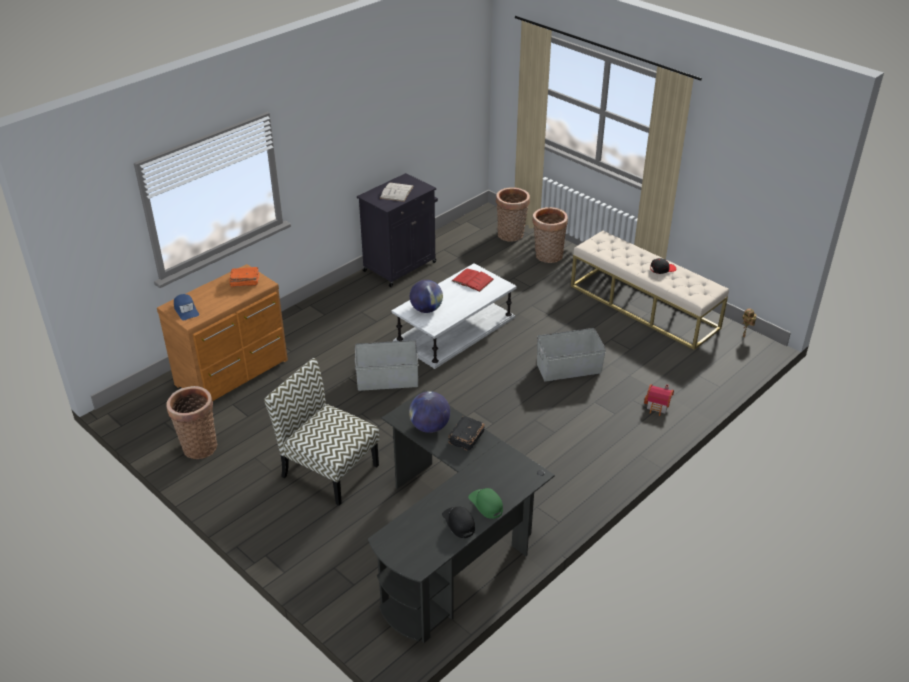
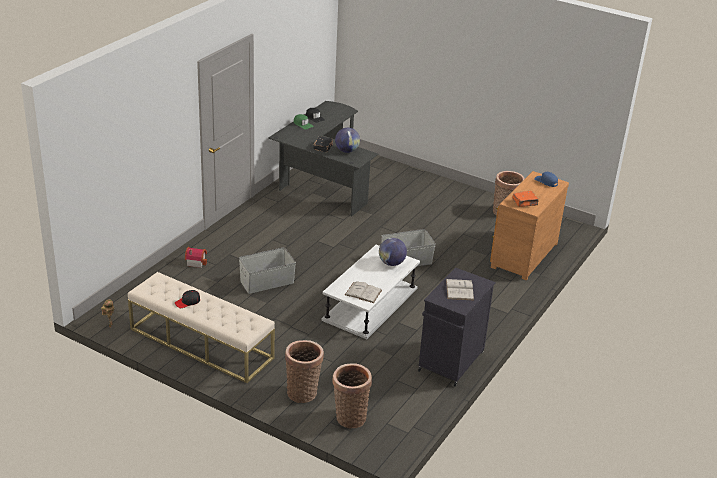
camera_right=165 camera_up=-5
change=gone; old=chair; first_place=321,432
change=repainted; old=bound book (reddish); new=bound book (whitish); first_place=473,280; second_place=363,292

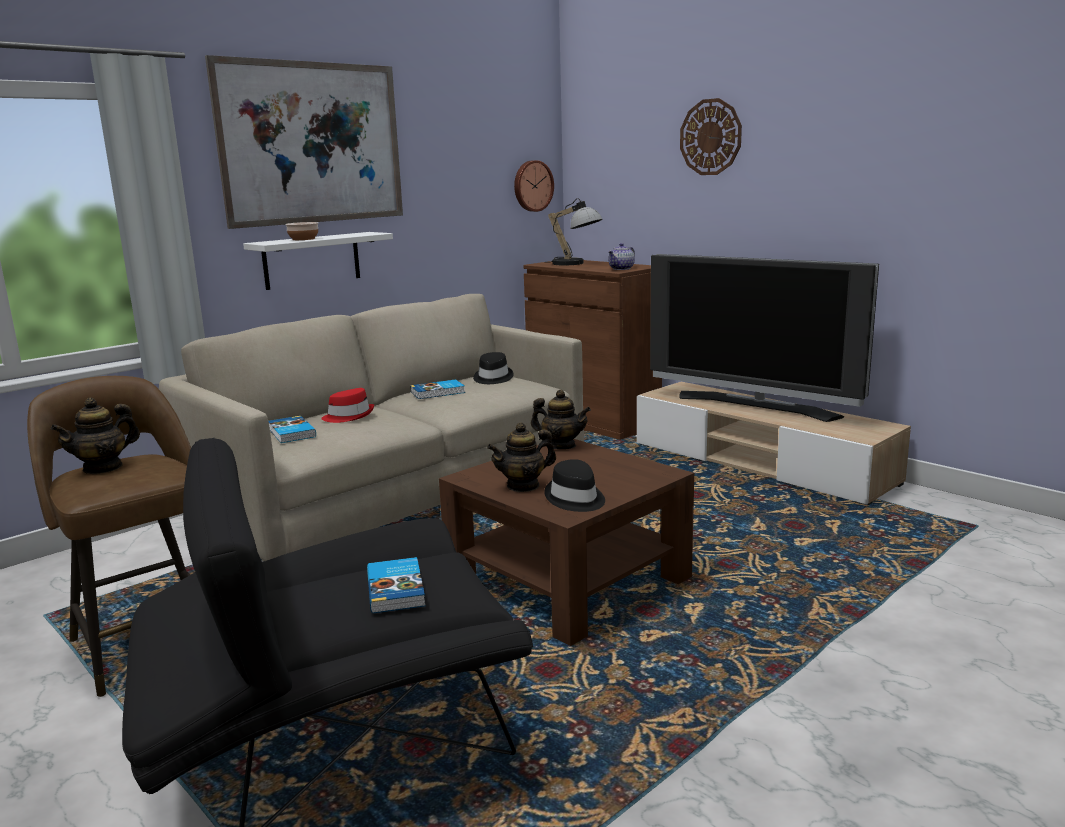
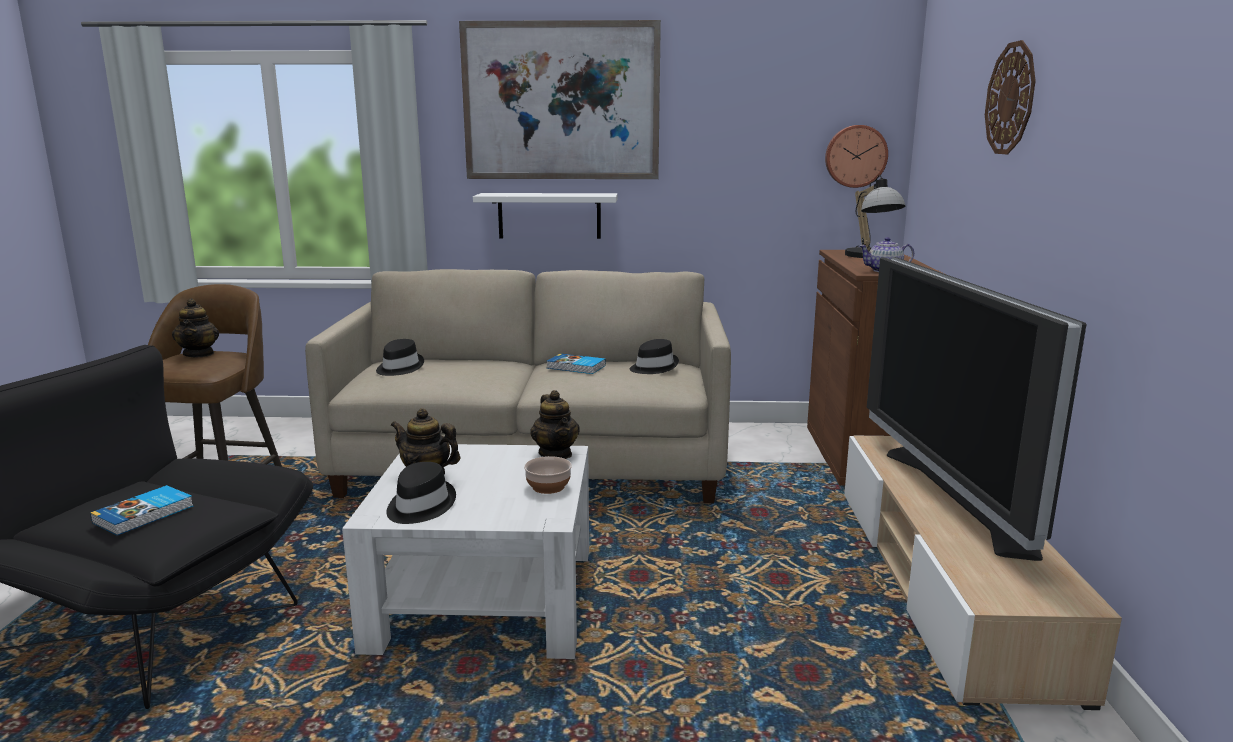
camera_right=45 camera_up=0
change=gone; old=hat (reddish); first_place=347,405
change=shifted; old=deep dish; first_place=301,231; second_place=548,475
change=swapped; old=bound book; new=hat (blackish); first_place=292,429; second_place=400,357
change=repainted; old=coffee table (brown-coloured); new=coffee table (whitish); first_place=566,542; second_place=465,551
change=rotated; old=teapot; first_place=95,435; second_place=195,328; degrees=-105

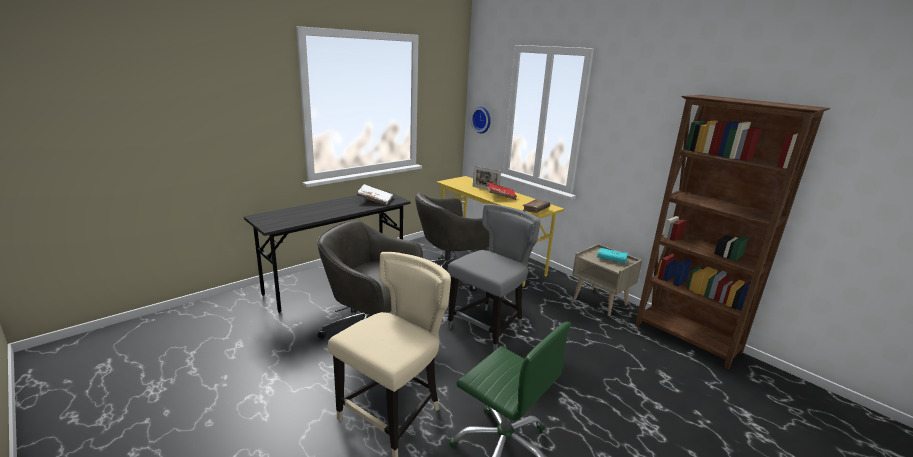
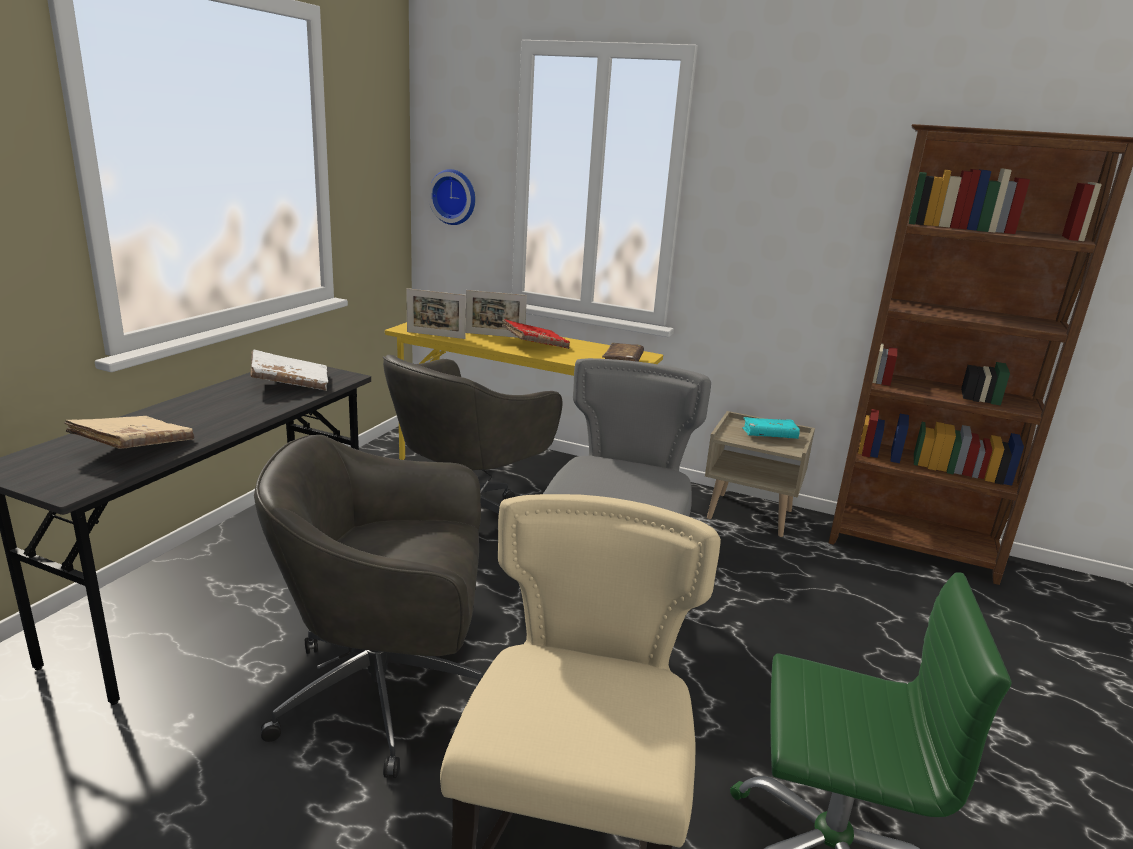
camera_right=-25 camera_up=0
change=new; new=bound book (sand-coloured); second_place=129,432
change=new; new=standing frame; second_place=436,313

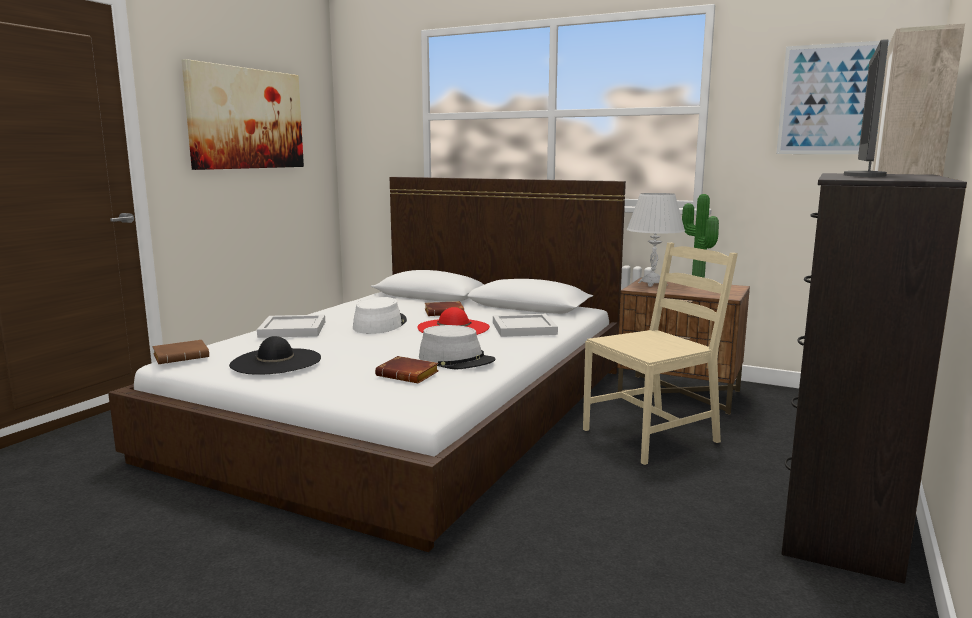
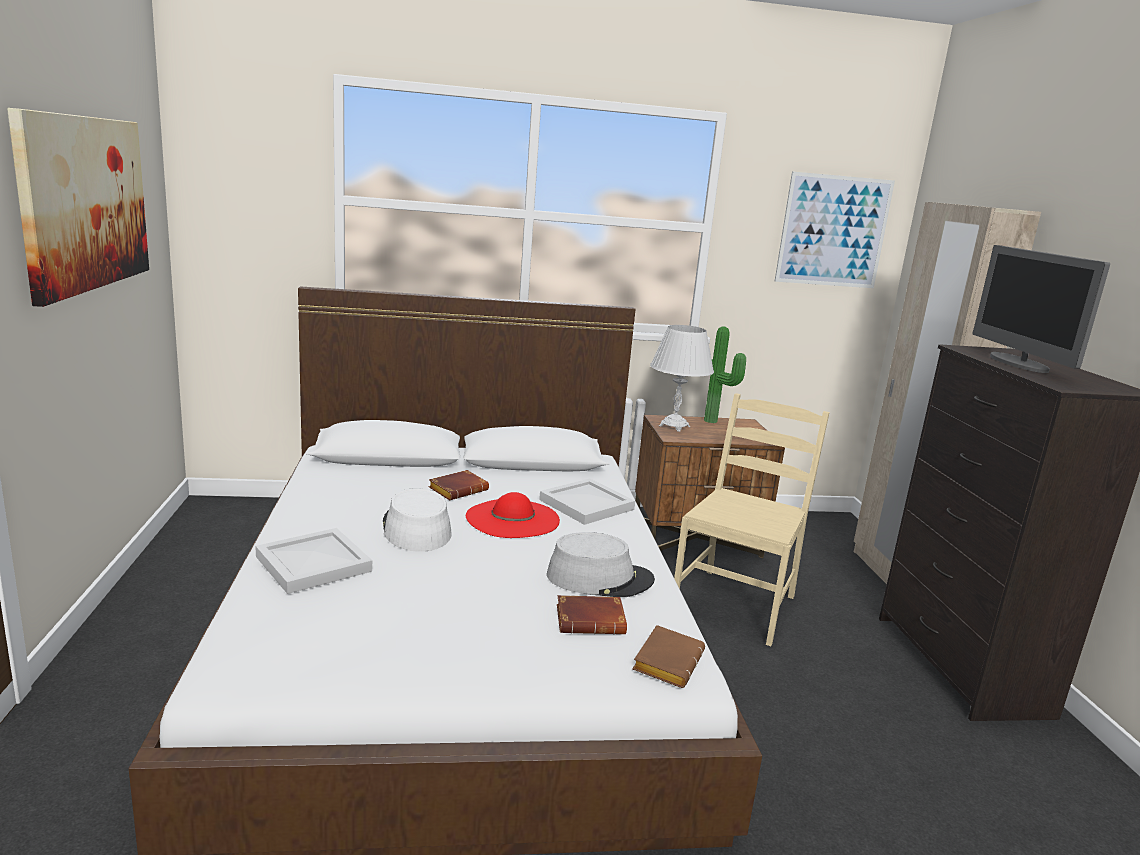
camera_right=-35 camera_up=5
change=gone; old=hat (blackish); first_place=275,355
change=shifted; old=bound book (brown-coloured); first_place=180,352; second_place=668,656

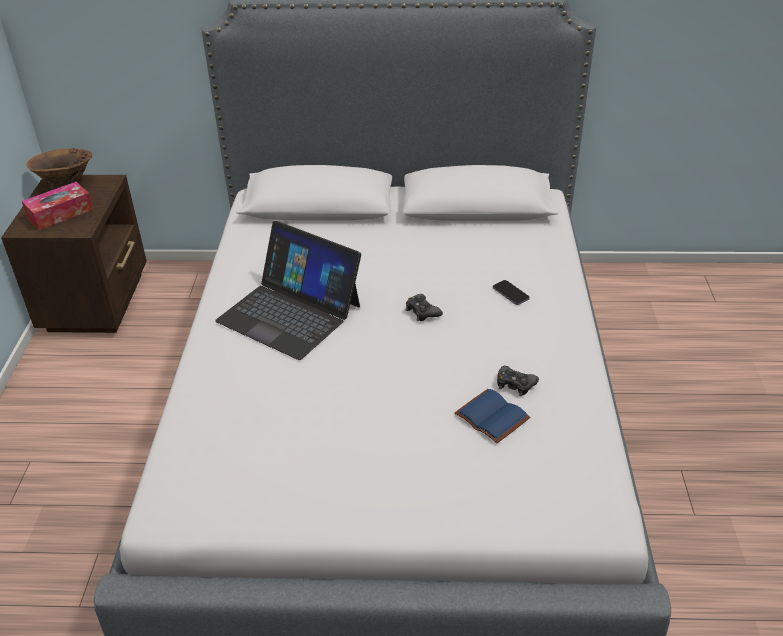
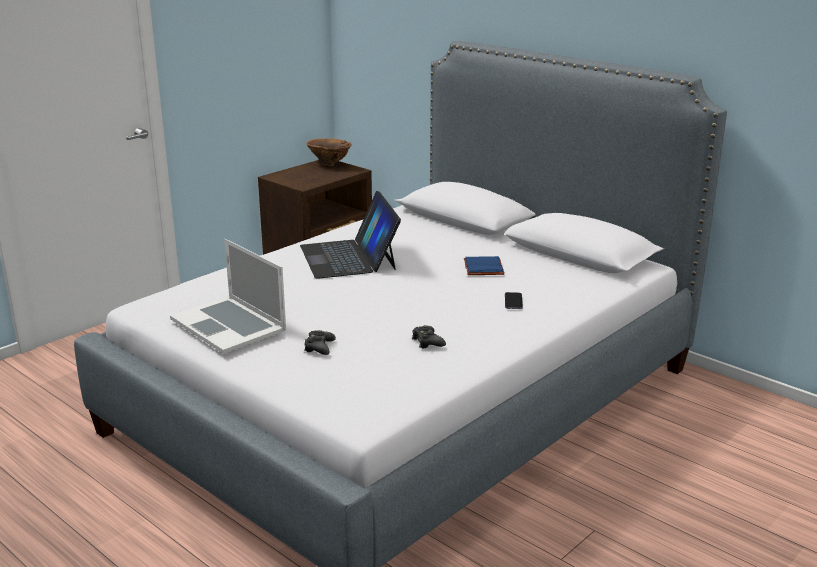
camera_right=40 camera_up=-15
change=gone; old=tissue box; first_place=57,206
change=new; new=portable computer; second_place=228,296
change=shifted; old=joypad (blackish); first_place=424,307; second_place=320,342
change=shifted; old=bound book (blue); first_place=492,416; second_place=484,265

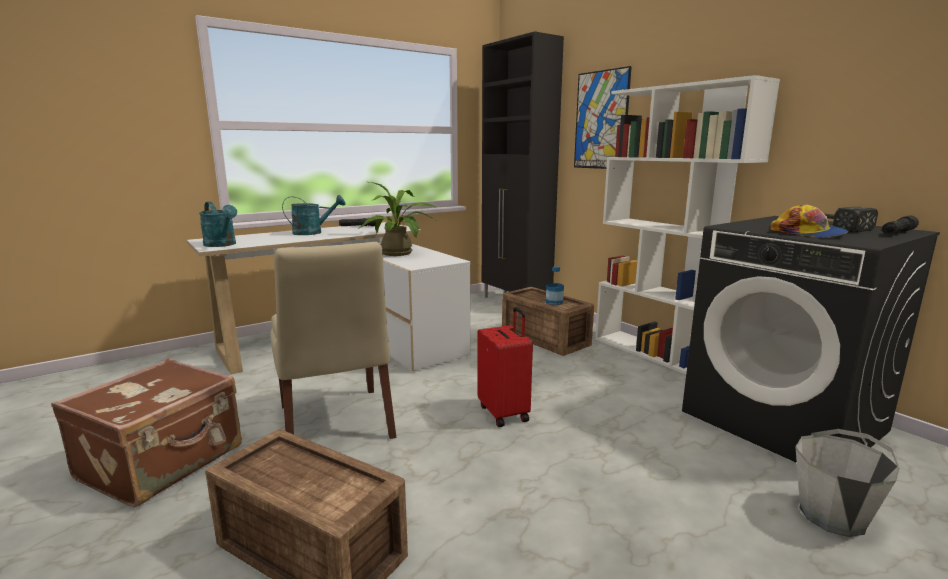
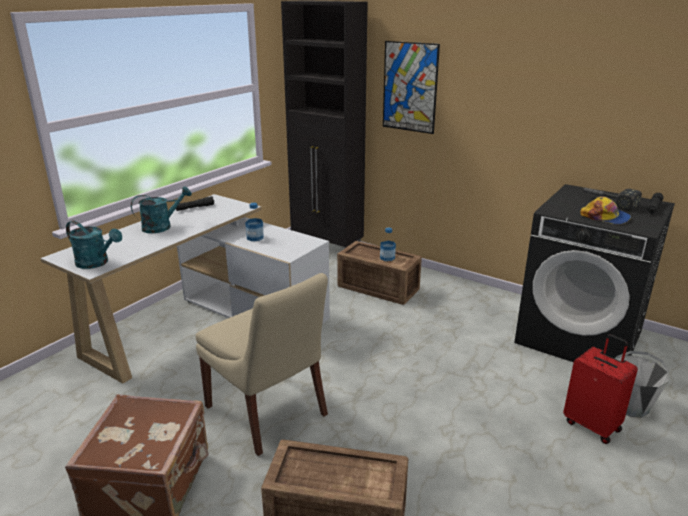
camera_right=-20 camera_up=10
change=gone; old=shelving unit (whitish); first_place=687,224
change=shifted; old=travel case (reddish); first_place=505,367; second_place=600,389
change=swapped; old=plant in a pot; new=bottle; first_place=396,219; second_place=254,222

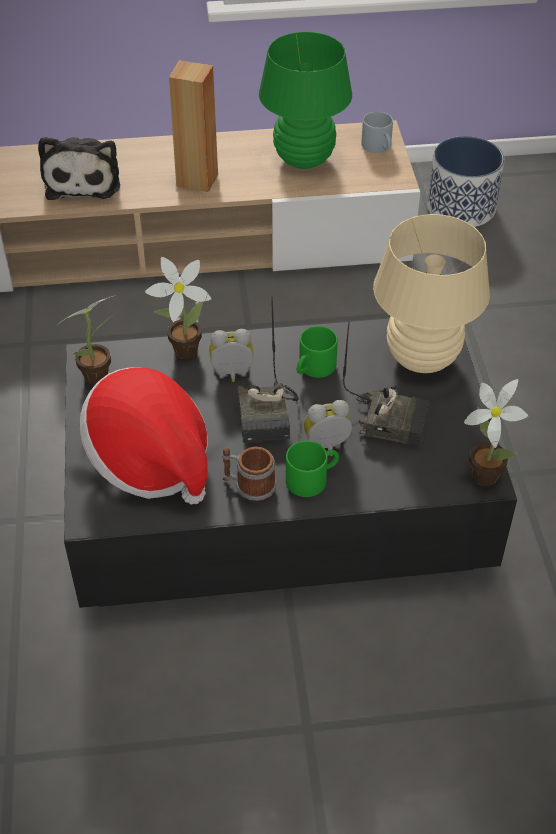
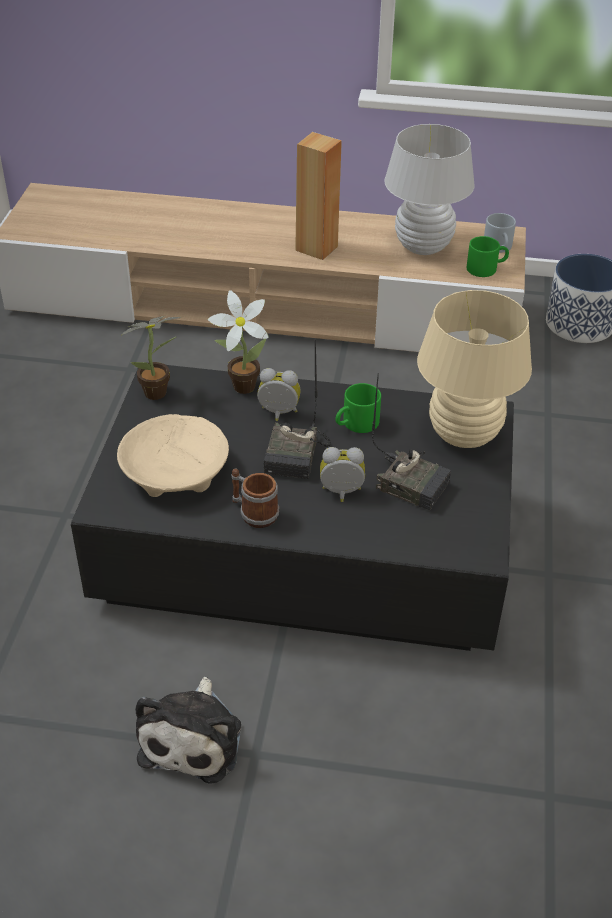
camera_right=15 camera_up=-5
change=gone; old=plant in a pot; first_place=496,432
change=shifted; old=plush toy; first_place=79,168; second_place=188,730
change=shifted; old=tea mug (greenish); first_place=312,469; second_place=488,256
change=swapped; old=hat; new=deep dish (sand-coloured); first_place=144,436; second_place=173,455
change=repainted; old=tabletop lamp (greenish); new=tabletop lamp (whitish); first_place=305,100; second_place=429,189

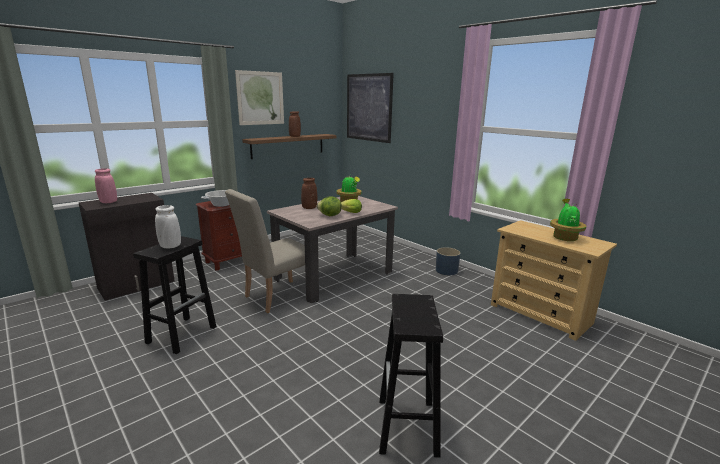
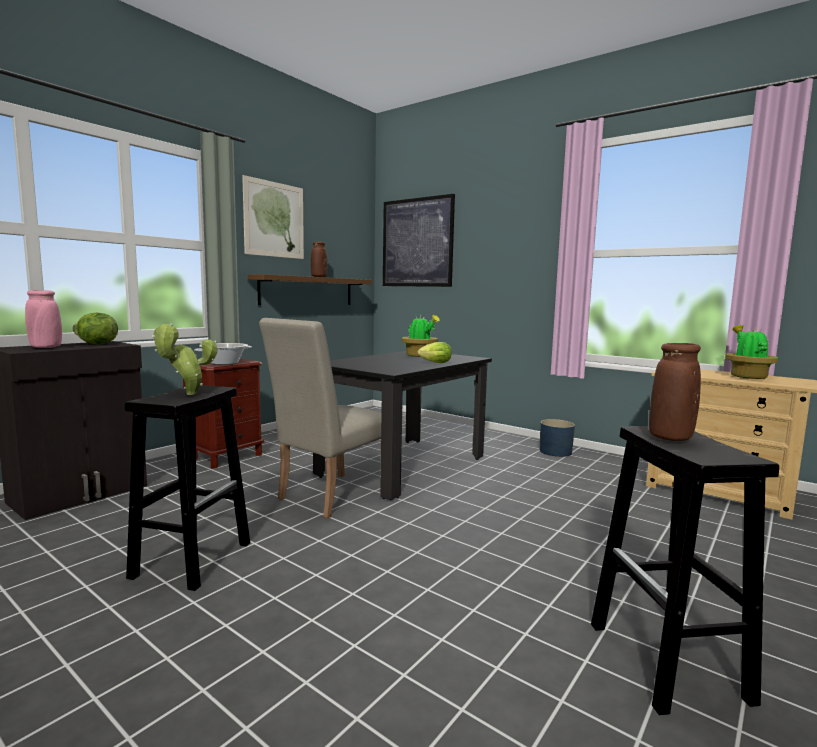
camera_right=-10 camera_up=-10
change=shifted; old=vase (brown-coloured); first_place=309,193; second_place=675,392
change=shifted; old=lettuce; first_place=329,206; second_place=95,328
change=swapped; old=vase (whitish); new=plant in a pot; first_place=168,226; second_place=184,359
change=repainted; old=kitchen table (sand-coloured); new=kitchen table (blackish); first_place=332,249; second_place=402,425

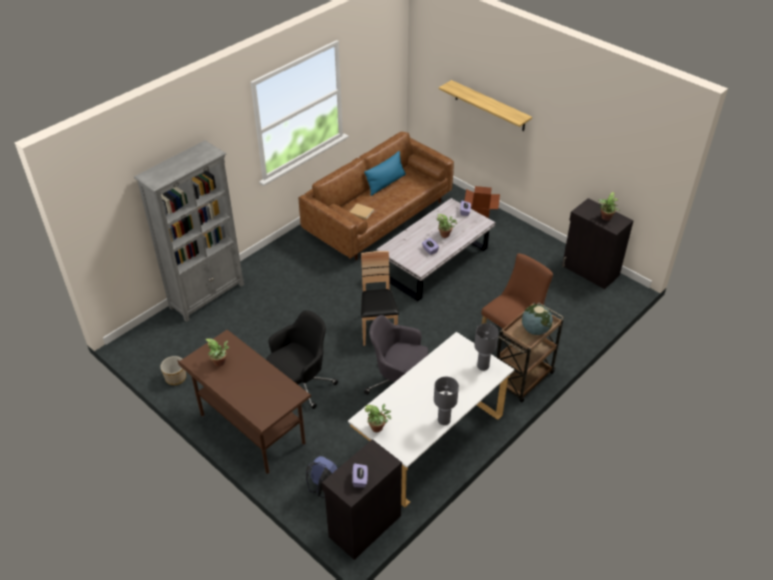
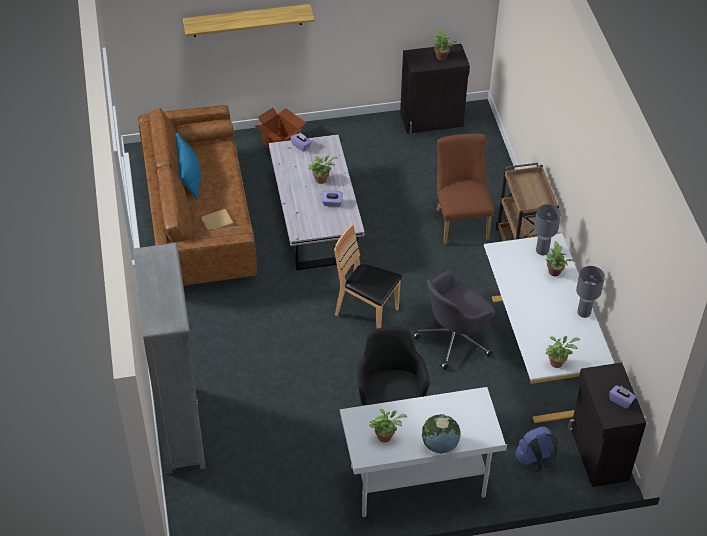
camera_right=-55 camera_up=5
change=gone; old=planter; first_place=173,370
change=new; new=plant in a pot; second_place=560,258
change=shifted; old=globe; first_place=537,319; second_place=441,433
change=repainted; old=desk (brown-coloured); new=desk (whitish); first_place=244,402; second_place=423,452

